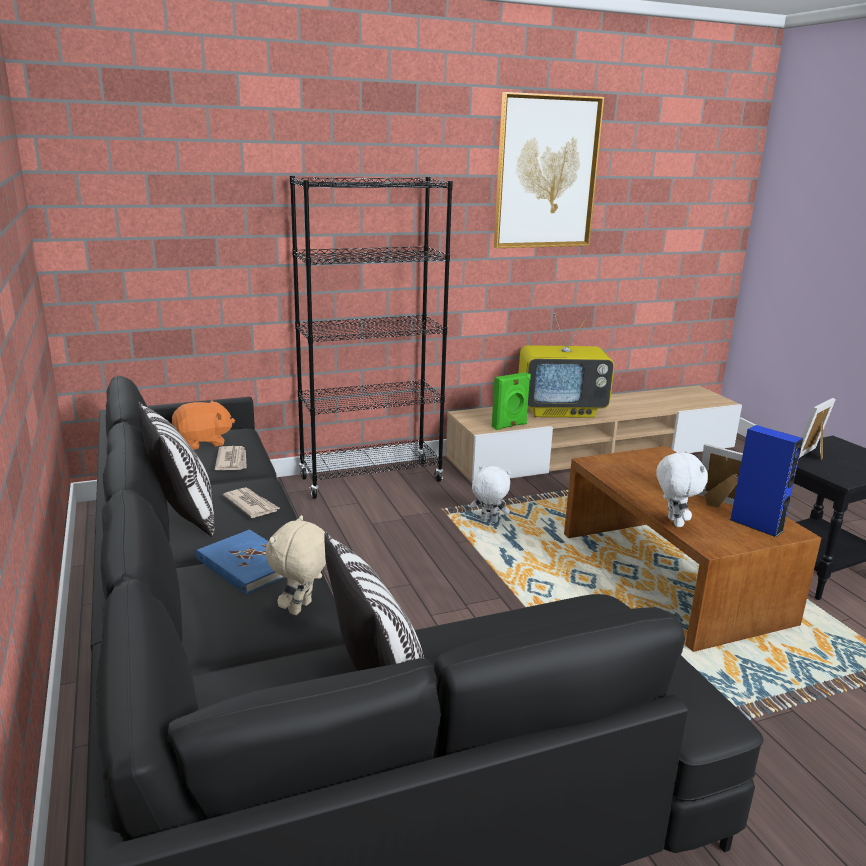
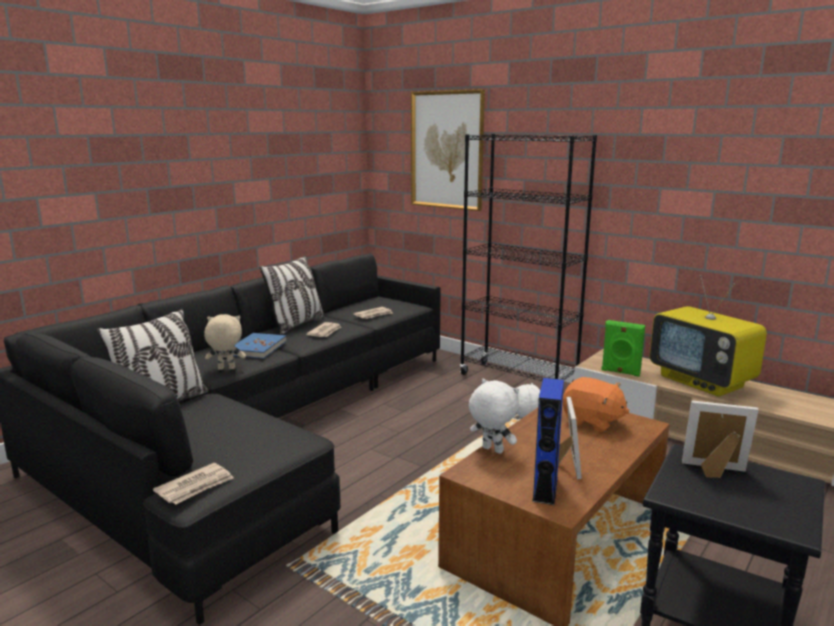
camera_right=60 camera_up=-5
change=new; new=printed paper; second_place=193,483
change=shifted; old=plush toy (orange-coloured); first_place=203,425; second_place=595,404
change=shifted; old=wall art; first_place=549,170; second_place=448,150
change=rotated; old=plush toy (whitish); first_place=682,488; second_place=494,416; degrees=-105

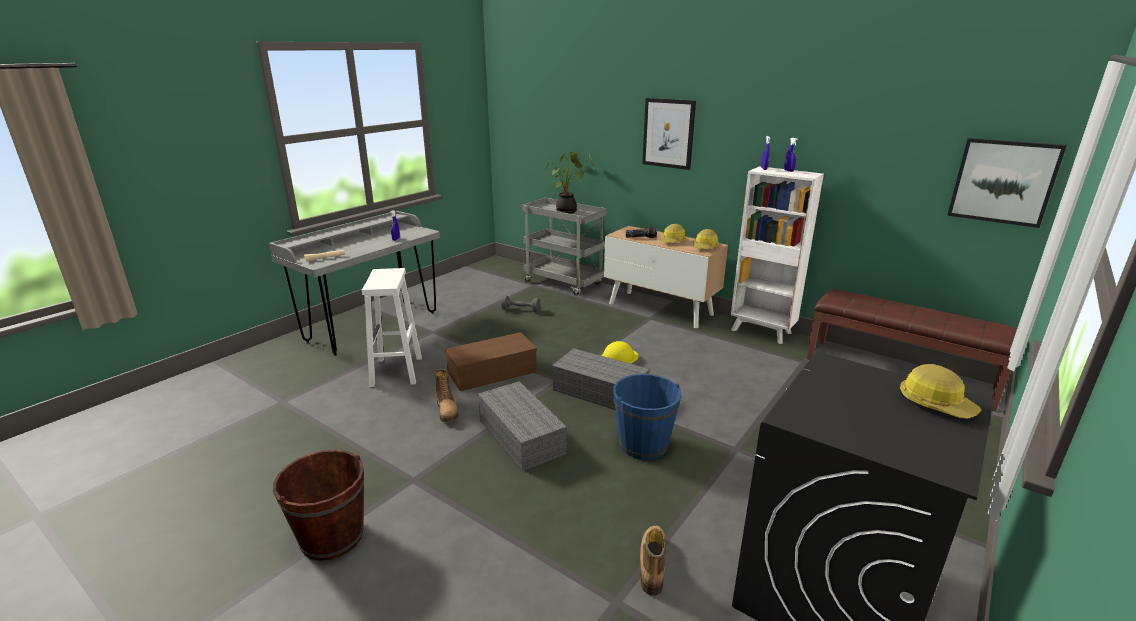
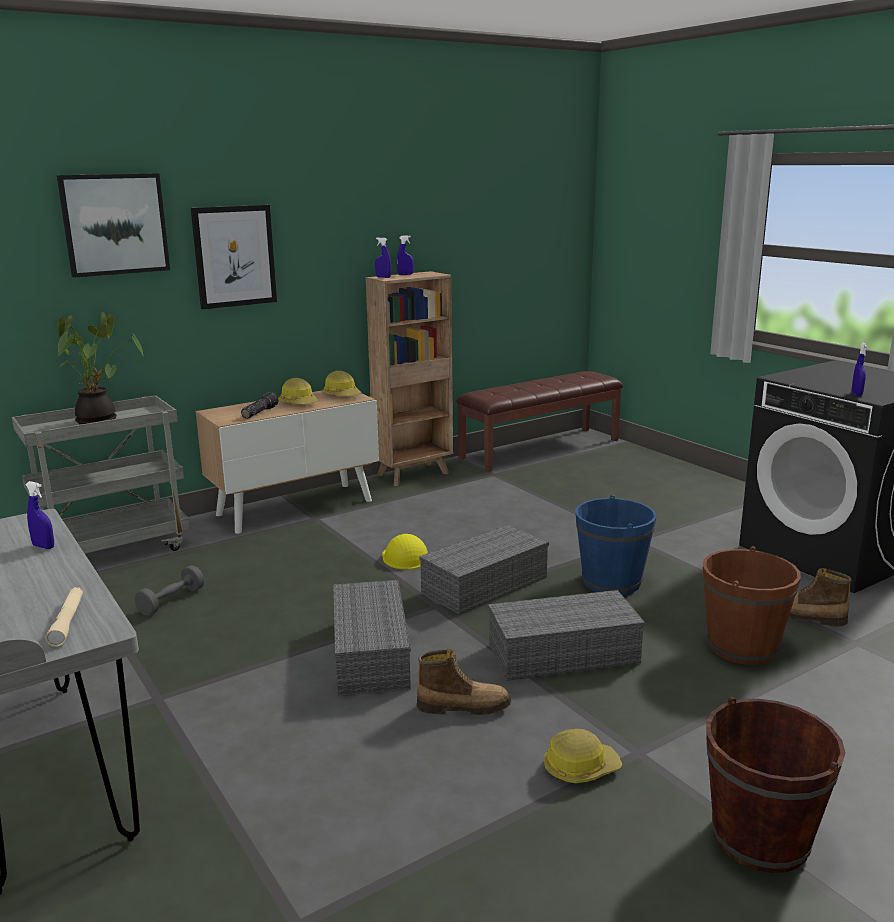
camera_right=-70 camera_up=-5
change=gone; old=stool seat (whitish); first_place=392,327
change=new; new=water bucket (brown-coloured); second_place=752,605
change=new; new=spray bottle (blue); second_place=860,369
change=shifted; old=hard hat; first_place=941,391; second_place=582,756
change=shifted; old=wall art; first_place=1007,183; second_place=113,225
change=repainted; old=storage container (brown-coloured); new=storage container (gray); first_place=491,361; second_place=372,638
change=repainted; old=shelving unit (whitish); new=shelving unit (brown-coloured); first_place=777,255; second_place=409,378

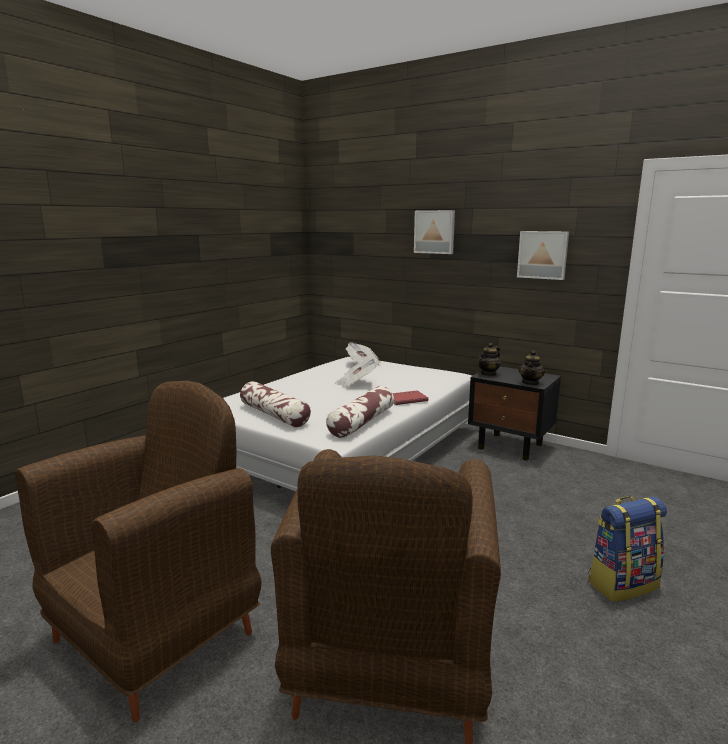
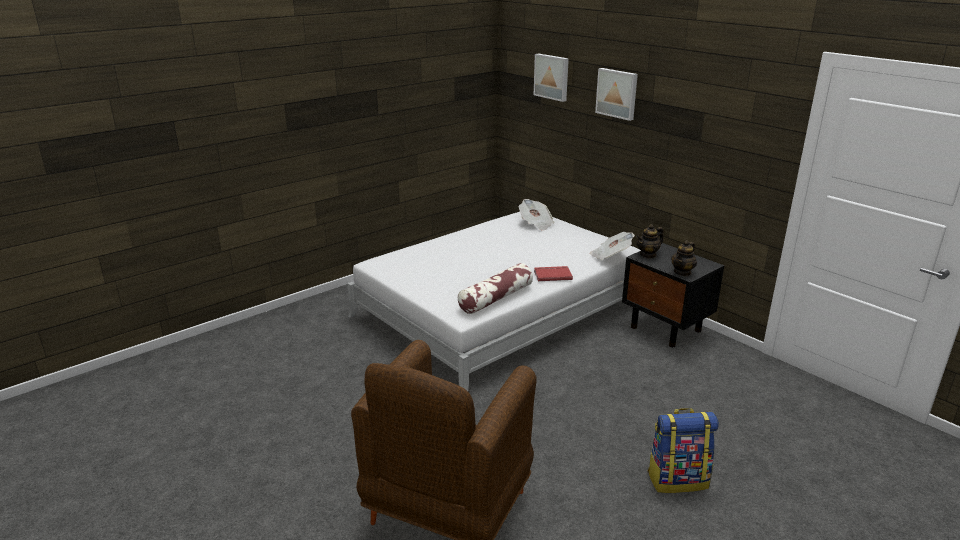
camera_right=15 camera_up=10
change=gone; old=lounge chair (brown-coloured); first_place=138,552
change=gone; old=throw pillow; first_place=275,404
change=shifted; old=printed paper; first_place=355,373; second_place=612,246
change=shifted; old=wall art; first_place=543,255; second_place=551,77

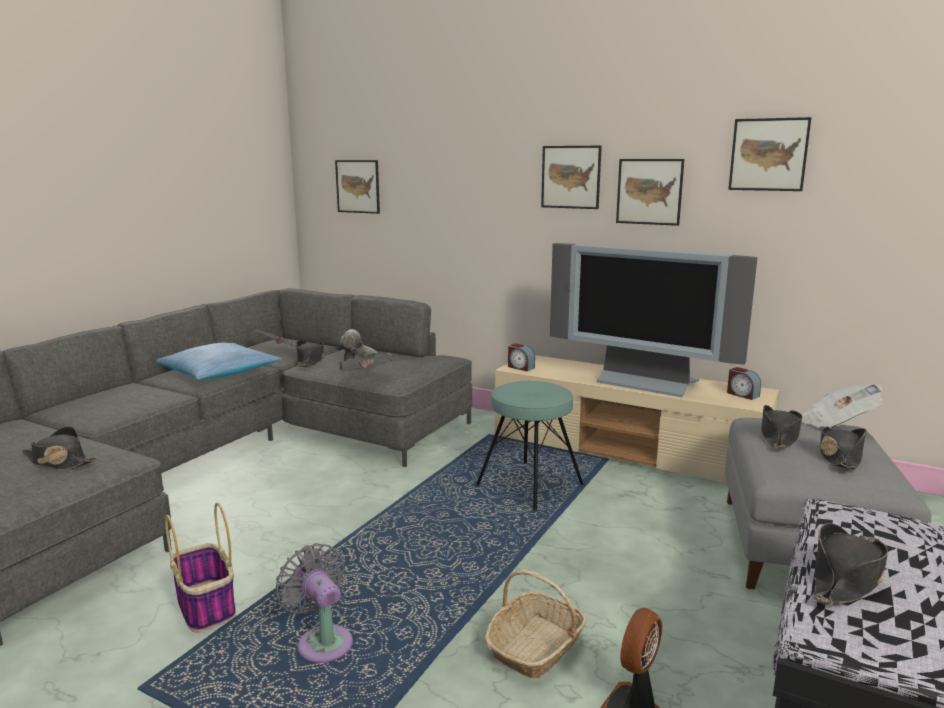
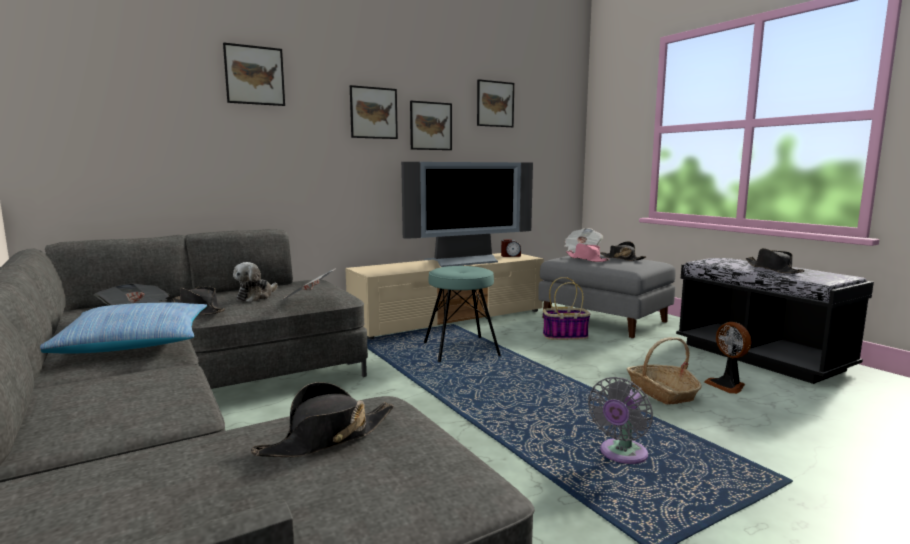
camera_right=-60 camera_up=-5
change=gone; old=bedside clock; first_place=521,357
change=shifted; old=household basket; first_place=200,568; second_place=566,308
change=shifted; old=wall art; first_place=357,187; second_place=254,74
change=repainted; old=hat (blackish); new=hat (pink); first_place=781,426; second_place=588,252
change=rotated; old=cooling fan (gray); first_place=314,603; second_place=620,420; degrees=-45

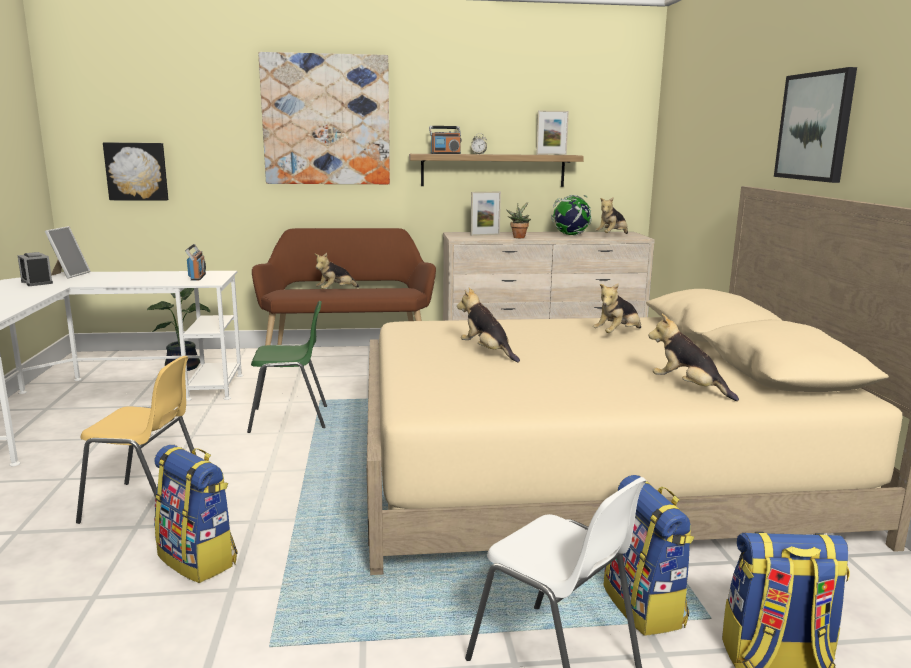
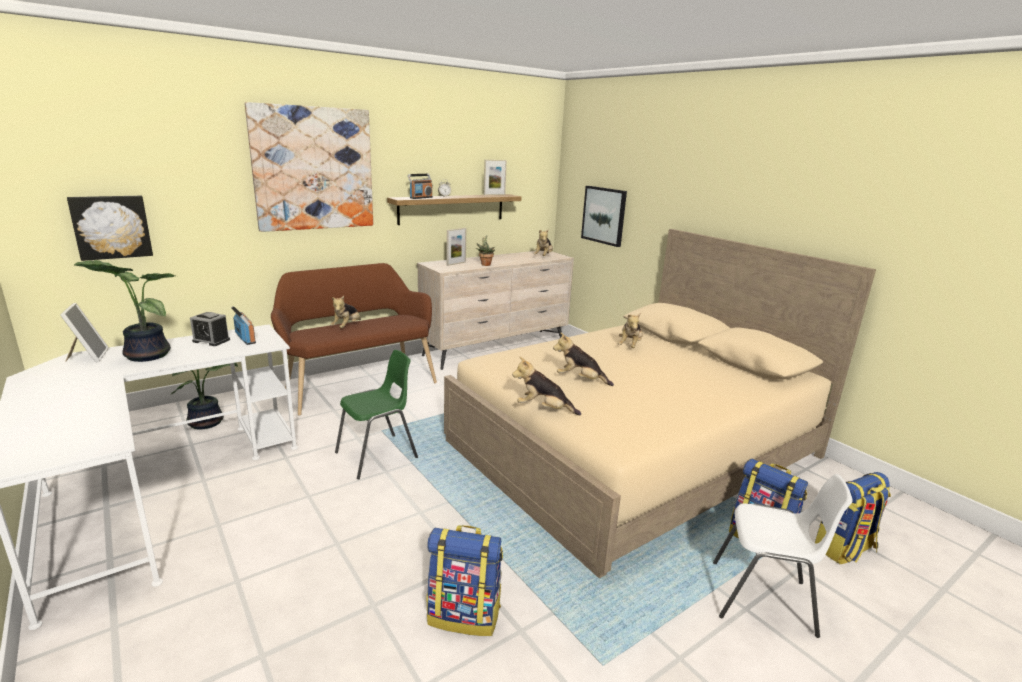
camera_right=-30 camera_up=5
change=gone; old=chair (yellow); first_place=136,440
change=gone; old=globe; first_place=571,215
change=new; new=plant in a pot; second_place=124,311
change=shifted; old=bedside clock; first_place=35,269; second_place=210,329
change=shifted; old=plush toy; first_place=693,357; second_place=546,386
change=shifted; old=wall art; first_place=815,125; second_place=604,216

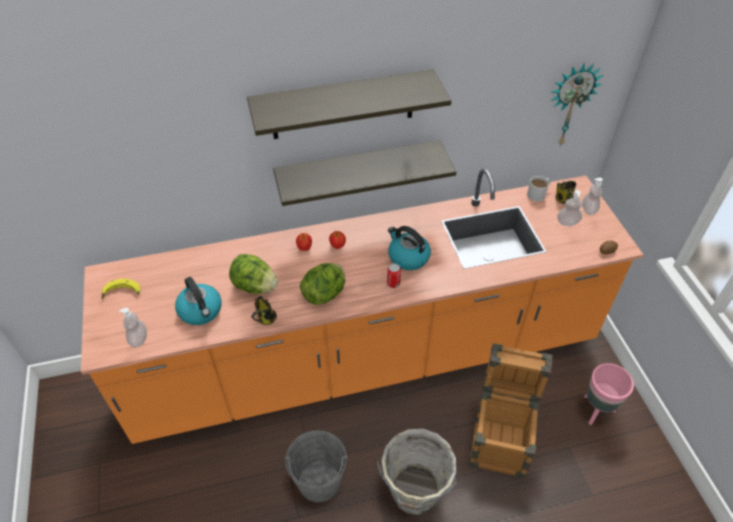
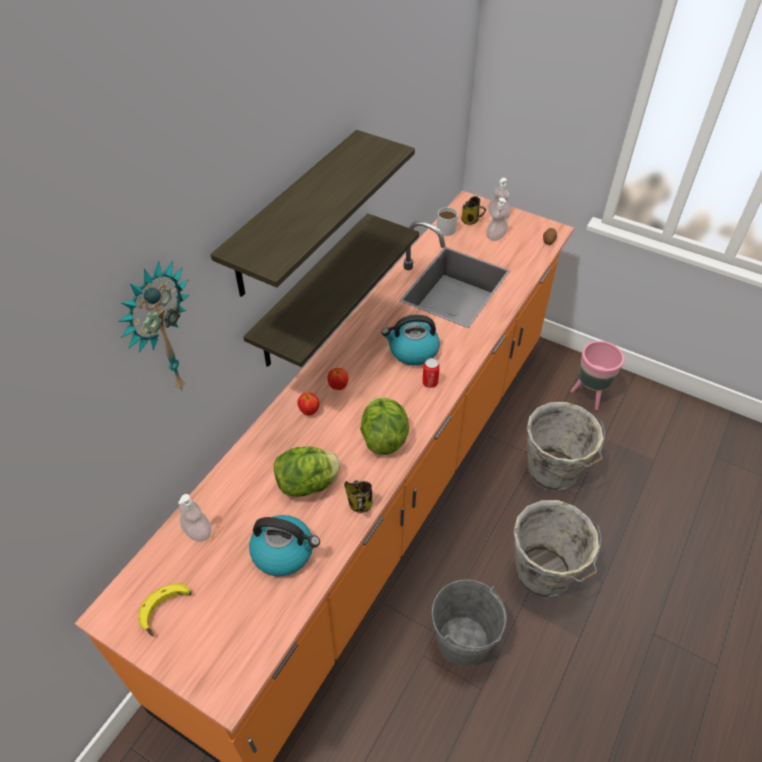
camera_right=-45 camera_up=0
change=shifted; old=liquid soap bottle; first_place=133,327; second_place=194,518
change=shifted; old=wall clock; first_place=577,105; second_place=154,326
change=swapped; old=crate; new=water bucket (gray); first_place=511,410; second_place=566,447

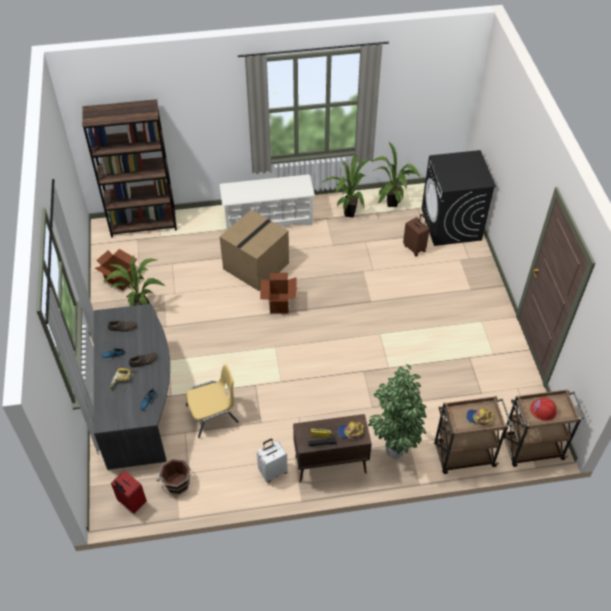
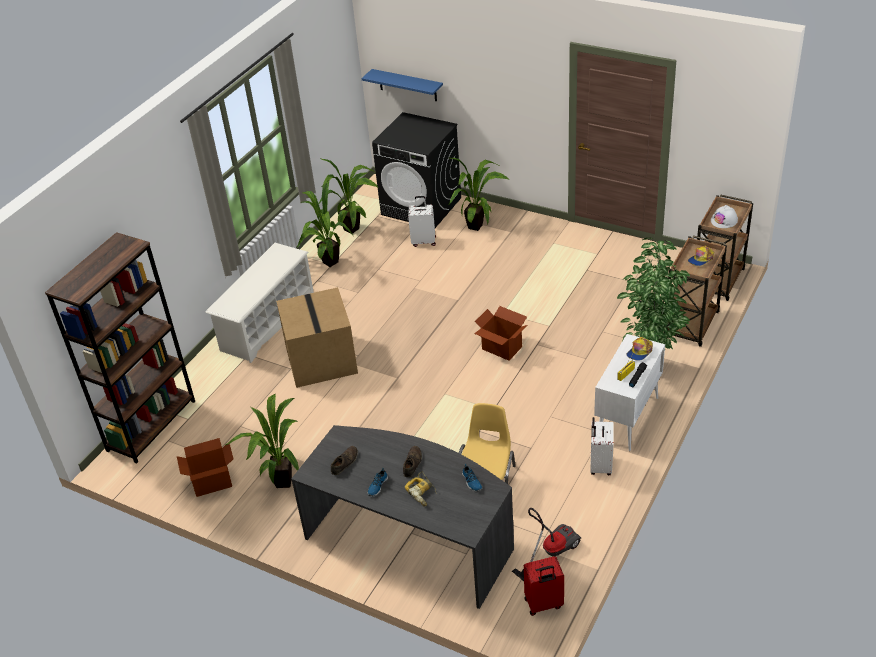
camera_right=-50 camera_up=-10
change=new; new=shelf (blue); second_place=402,85
change=new; new=plant in a pot; second_place=479,194
change=shifted; old=packing box; first_place=278,293; second_place=500,333
change=swapped; old=water bucket (brown-coloured); new=vacuum cleaner; first_place=174,476; second_place=546,544
change=repainted; old=cabinet (brown-coloured); new=cabinet (whitish); first_place=332,448; second_place=629,392
change=repainted; old=travel case (brown-coloured); new=travel case (whitish); first_place=416,235; second_place=422,221
change=repainted; old=hard hat (reddish); new=hard hat (whitish); first_place=543,409; second_place=724,216

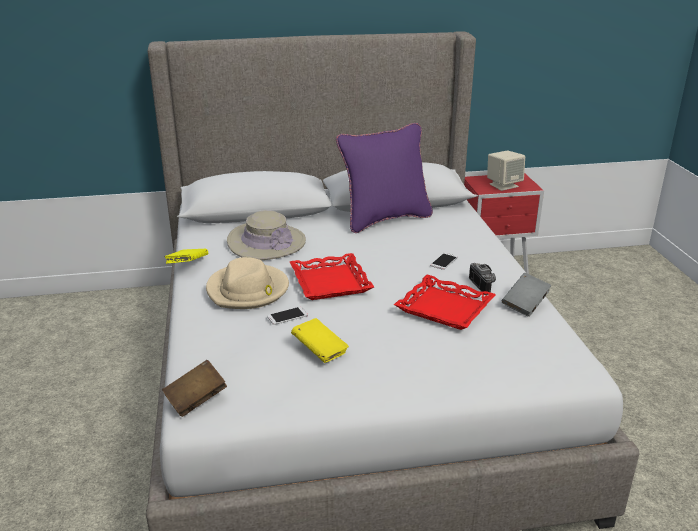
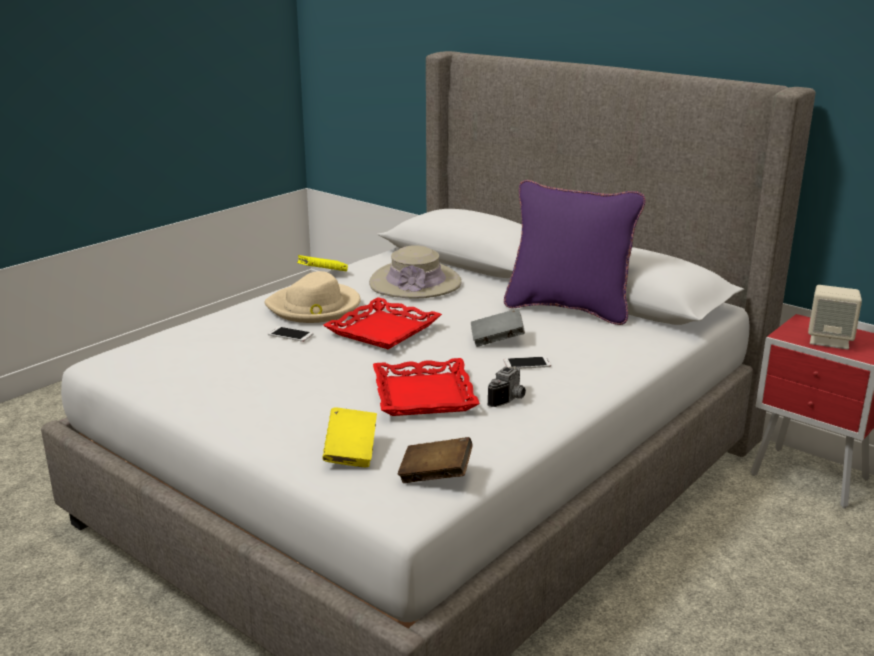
camera_right=50 camera_up=-5
change=shifted; old=bound book (brown-coloured); first_place=194,388; second_place=435,460
change=shifted; old=bound book (yellow); first_place=320,340; second_place=349,437
change=shifted; old=bound book (gray); first_place=527,295; second_place=498,327

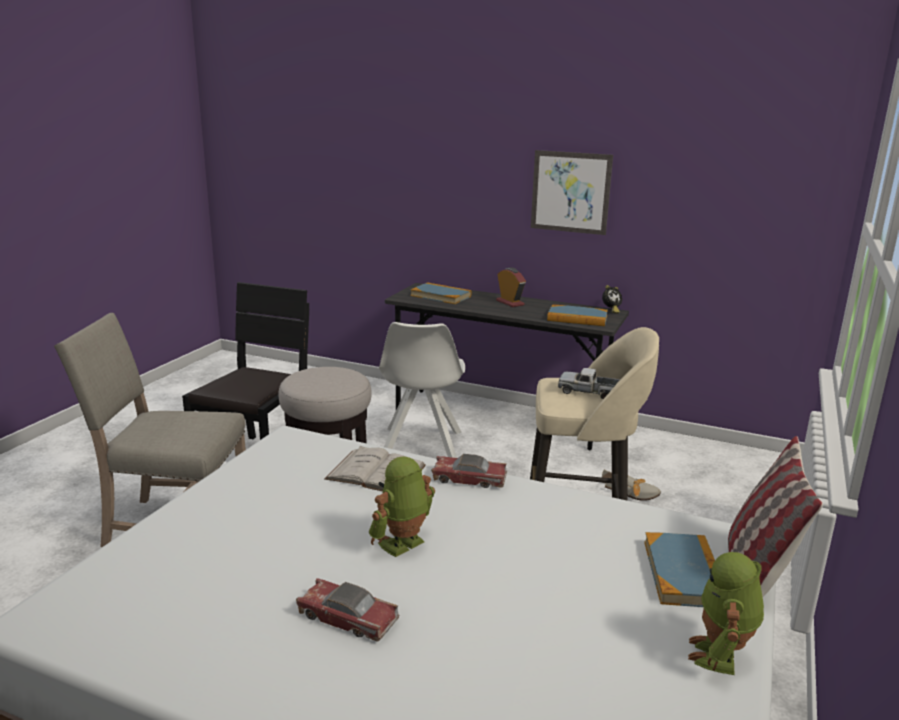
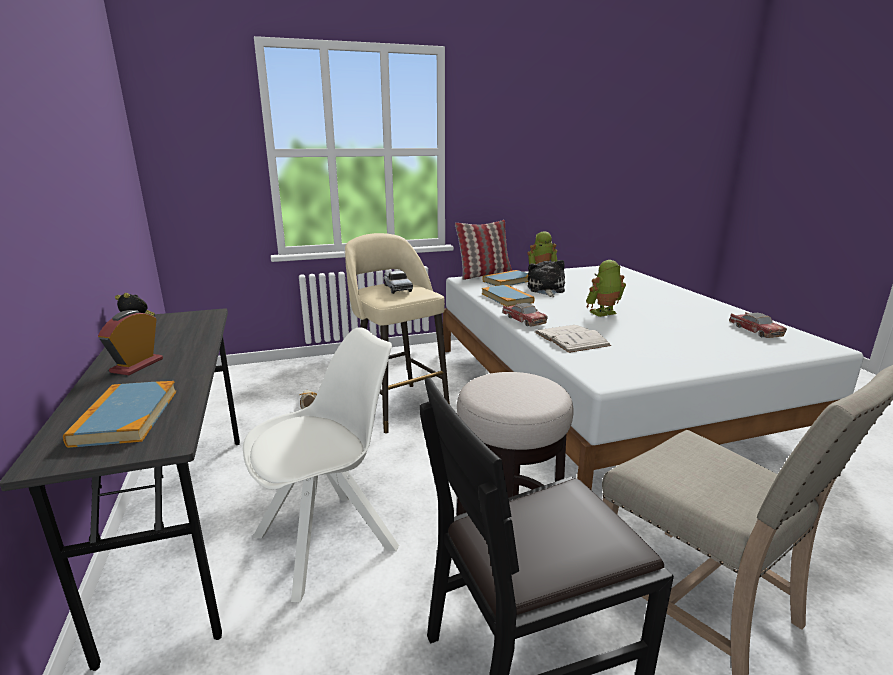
camera_right=-130 camera_up=0
change=gone; old=wall art; first_place=572,192
change=new; new=plush toy; second_place=546,278
change=shifted; old=miniature car; first_place=347,610; second_place=758,325
change=shifted; old=bound book; first_place=577,315; second_place=508,296
change=rotated; old=model robot; first_place=402,507; second_place=606,288; degrees=150

